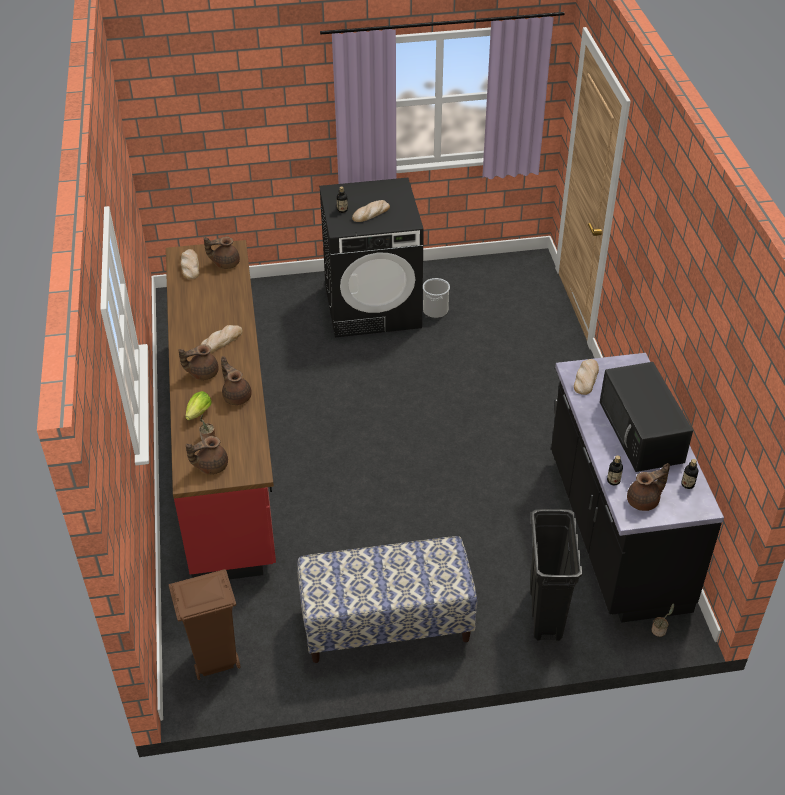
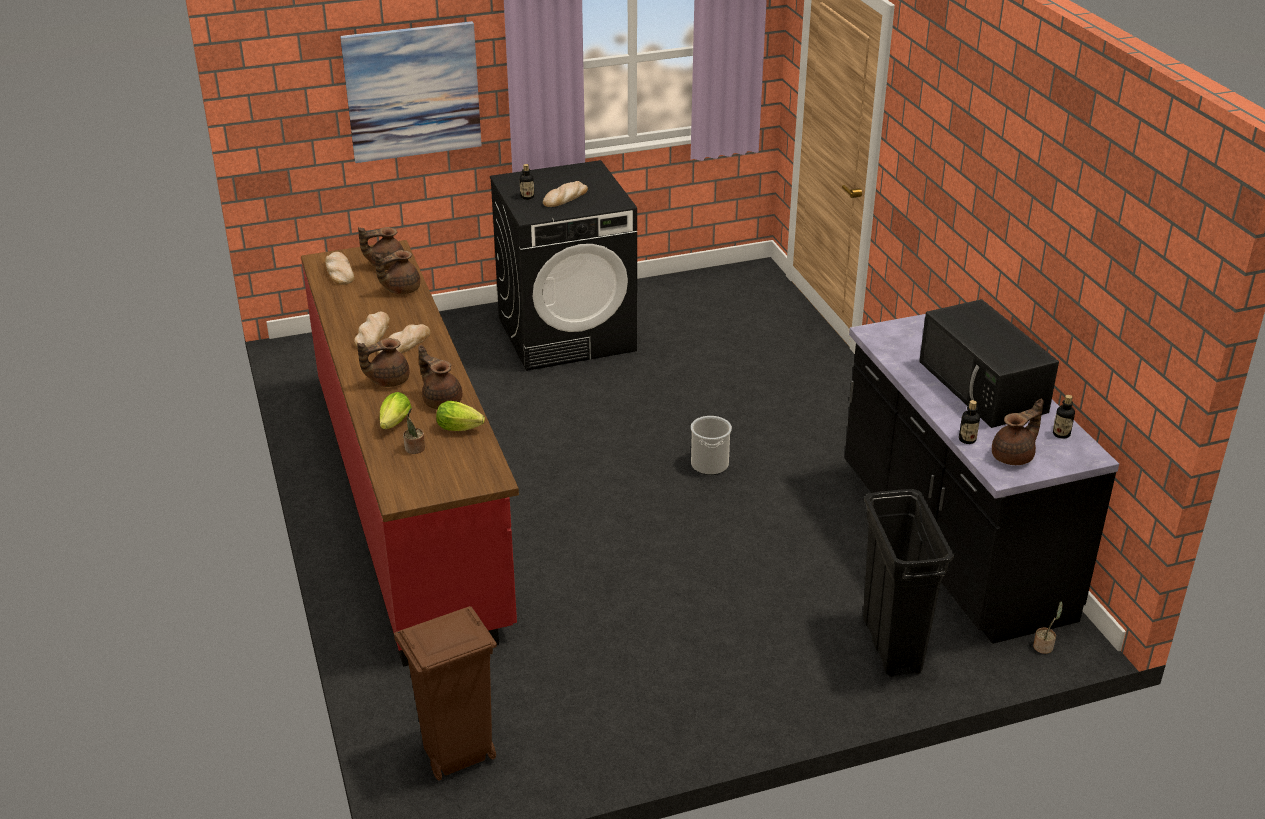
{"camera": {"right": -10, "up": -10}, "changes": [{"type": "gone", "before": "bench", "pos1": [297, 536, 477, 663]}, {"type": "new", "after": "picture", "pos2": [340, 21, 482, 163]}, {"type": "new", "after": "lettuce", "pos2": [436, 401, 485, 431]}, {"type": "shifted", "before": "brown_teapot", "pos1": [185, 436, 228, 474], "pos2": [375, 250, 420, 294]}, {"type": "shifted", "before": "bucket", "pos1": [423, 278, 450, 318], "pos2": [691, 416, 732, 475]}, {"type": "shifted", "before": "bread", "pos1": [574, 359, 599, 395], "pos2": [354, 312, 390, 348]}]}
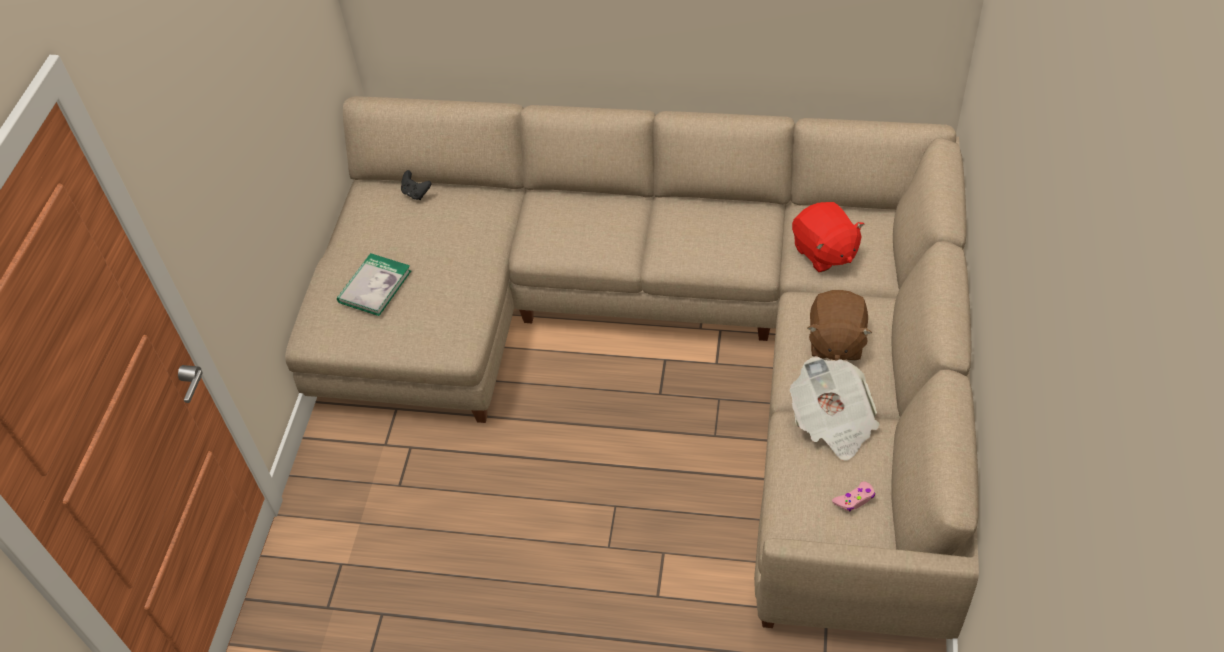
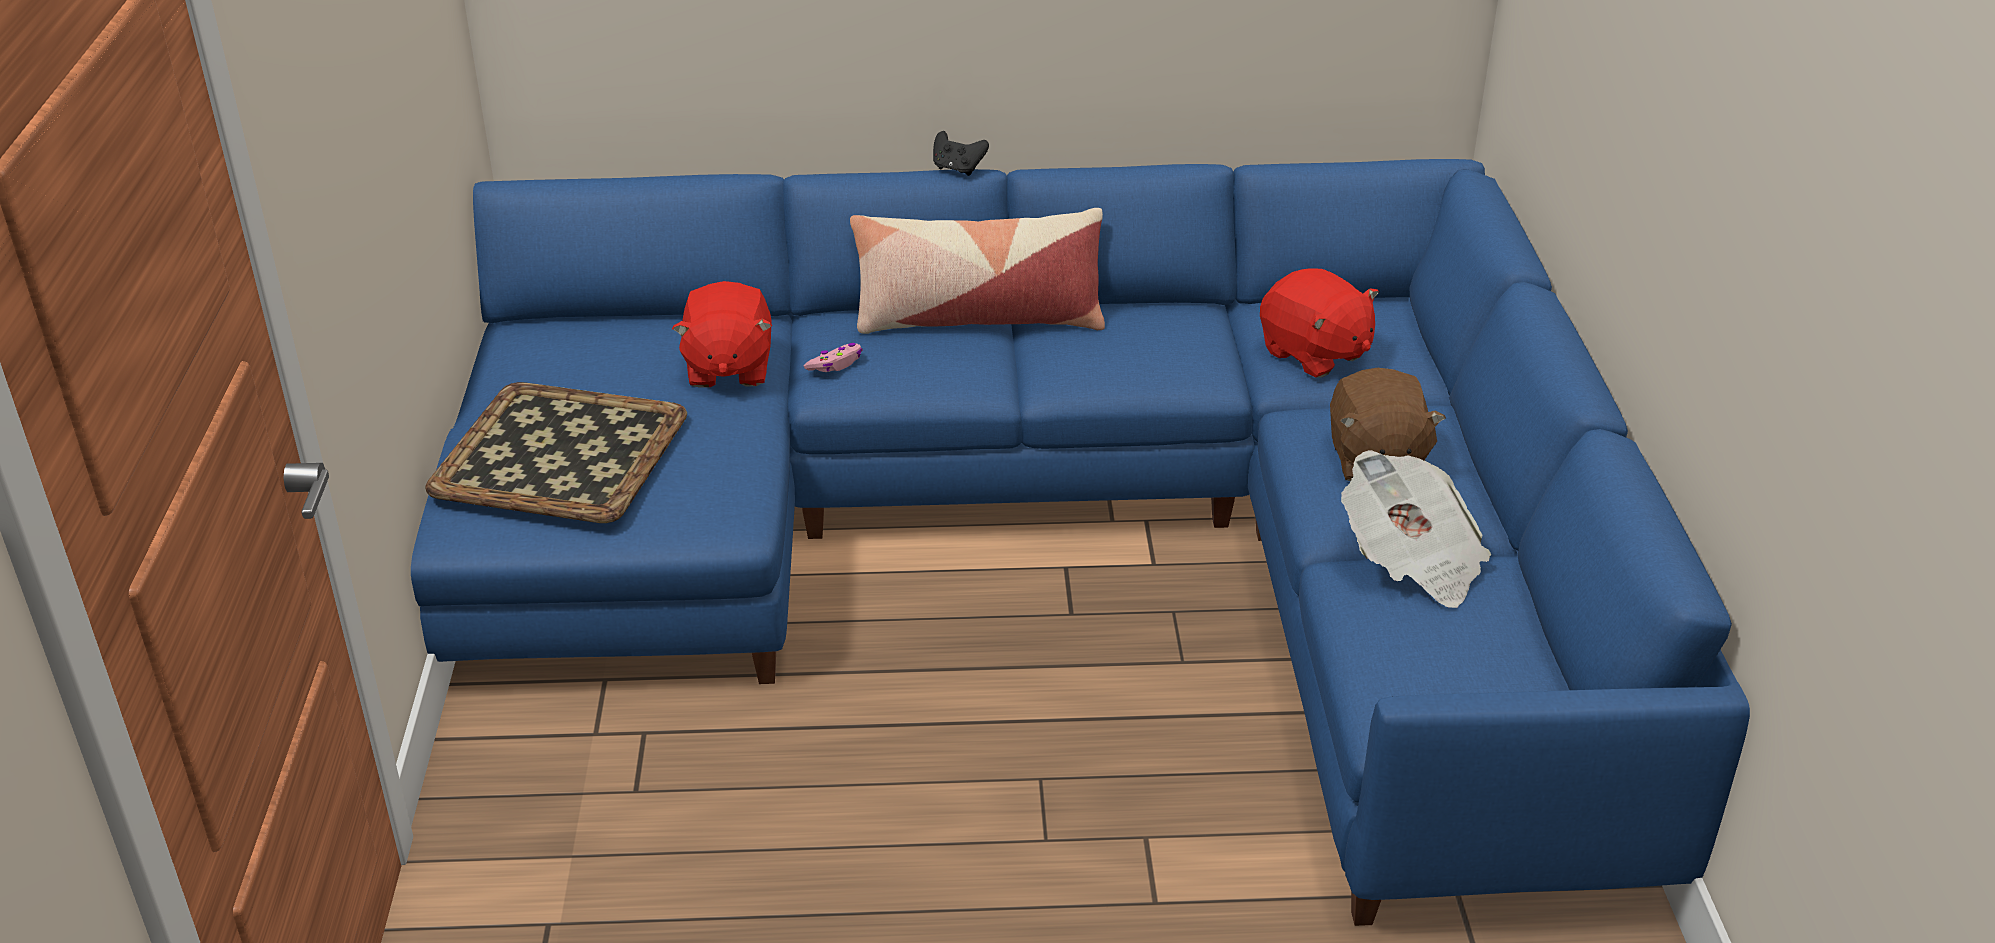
{"camera": {"right": -15, "up": -15}, "changes": [{"type": "new", "after": "red_plush_toy", "pos2": [672, 281, 773, 387]}, {"type": "new", "after": "pillow", "pos2": [850, 208, 1105, 334]}, {"type": "shifted", "before": "black_game_controller", "pos1": [401, 170, 431, 200], "pos2": [933, 131, 989, 176]}, {"type": "shifted", "before": "pink_game_controller", "pos1": [832, 481, 875, 512], "pos2": [804, 343, 863, 372]}, {"type": "swapped", "before": "book", "after": "tray", "pos1": [337, 253, 411, 316], "pos2": [425, 382, 687, 523]}, {"type": "repainted", "before": "beige_sofa", "after": "blue_sofa", "pos1": [285, 96, 979, 639], "pos2": [411, 159, 1750, 926]}]}
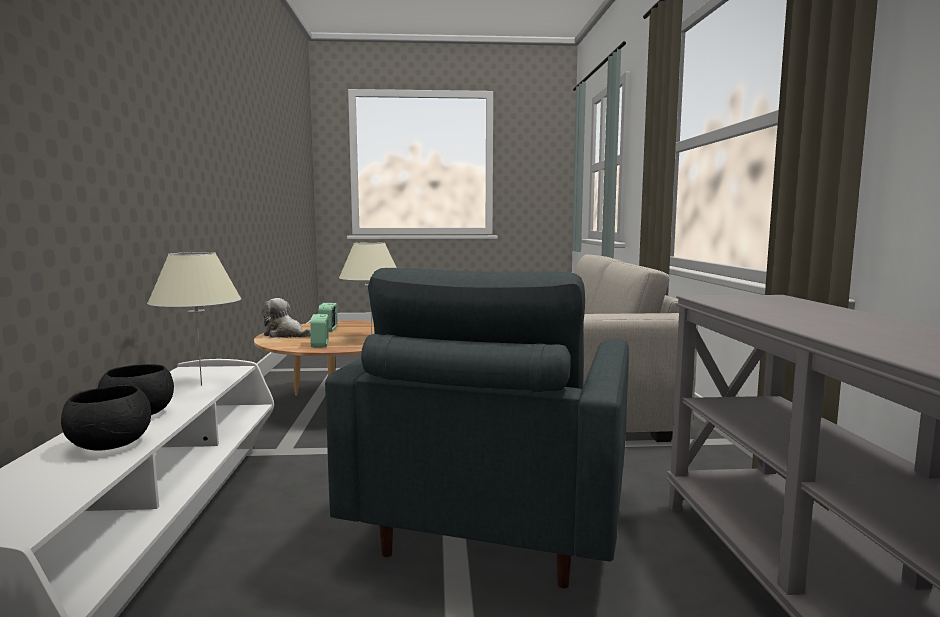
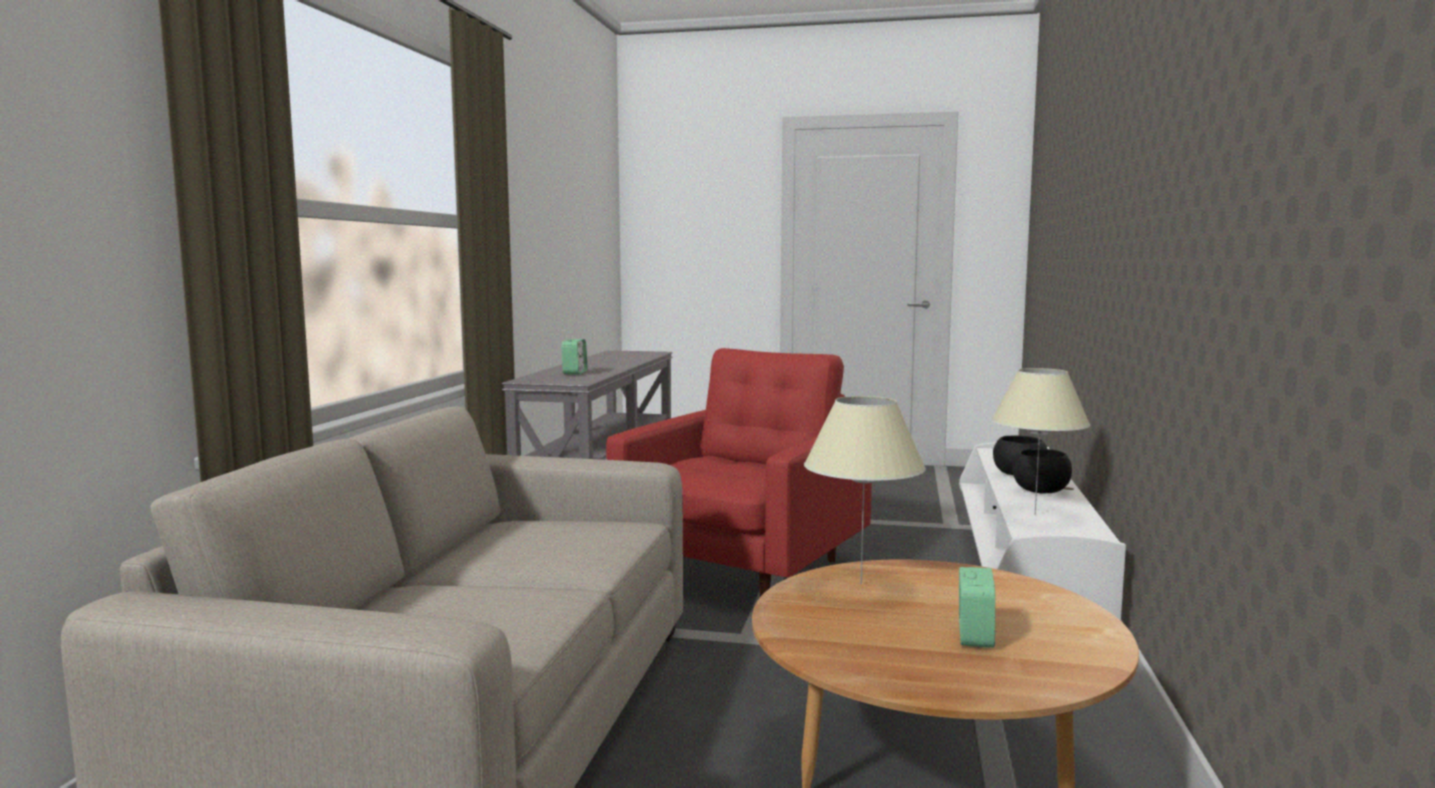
{"camera": {"right": -165, "up": 0}, "changes": [{"type": "gone", "before": "plush_toy", "pos1": [262, 298, 311, 338]}, {"type": "shifted", "before": "alarm_clock", "pos1": [311, 314, 328, 348], "pos2": [561, 339, 587, 375]}, {"type": "repainted", "before": "grey_armchair", "after": "red_armchair", "pos1": [325, 268, 629, 588], "pos2": [606, 348, 872, 597]}]}
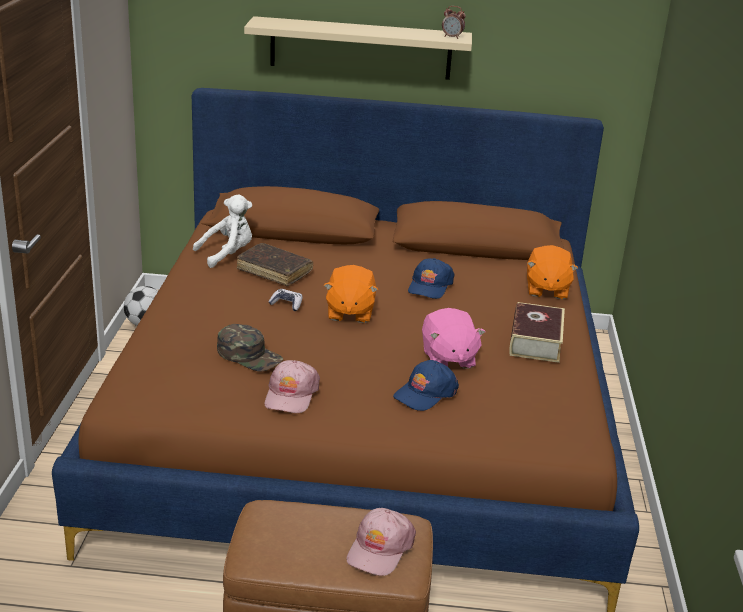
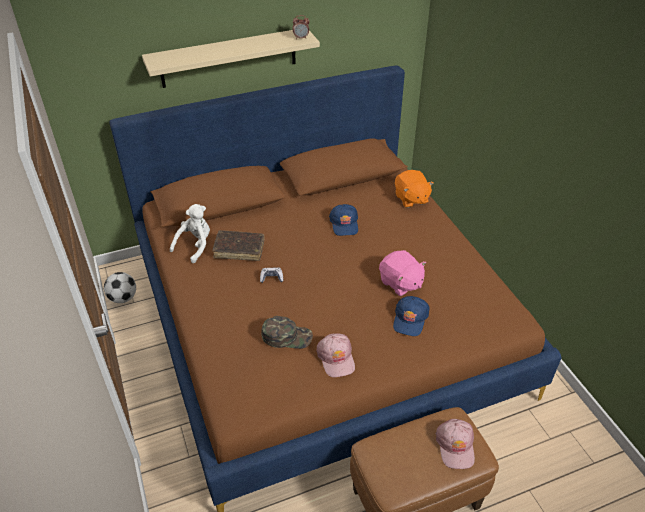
{"camera": {"right": -25, "up": 15}, "changes": [{"type": "gone", "before": "orange_plush_toy", "pos1": [324, 265, 378, 323]}, {"type": "gone", "before": "book", "pos1": [509, 302, 565, 363]}]}
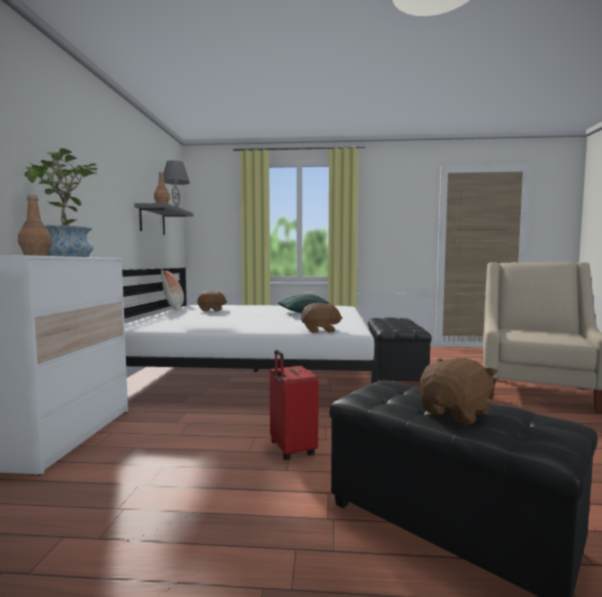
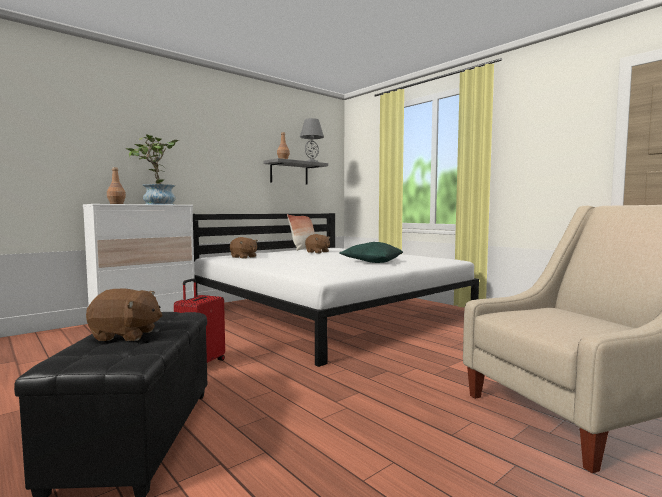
{"camera": {"right": 45, "up": 0}, "changes": [{"type": "gone", "before": "black_ottoman", "pos1": [368, 317, 432, 381]}, {"type": "shifted", "before": "brown_plush_toy", "pos1": [301, 303, 342, 333], "pos2": [230, 237, 258, 259]}]}
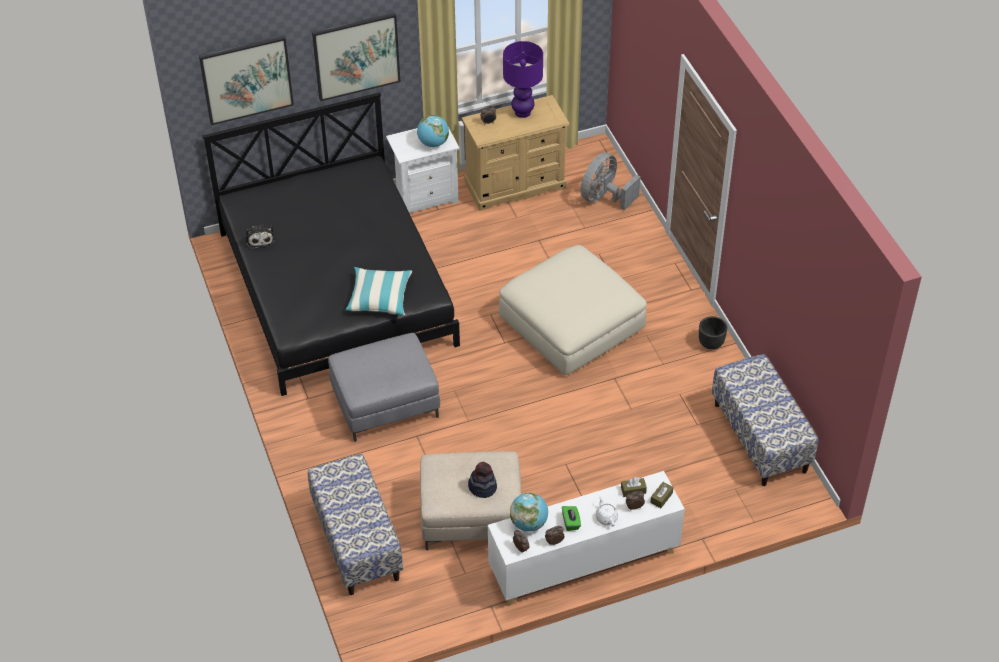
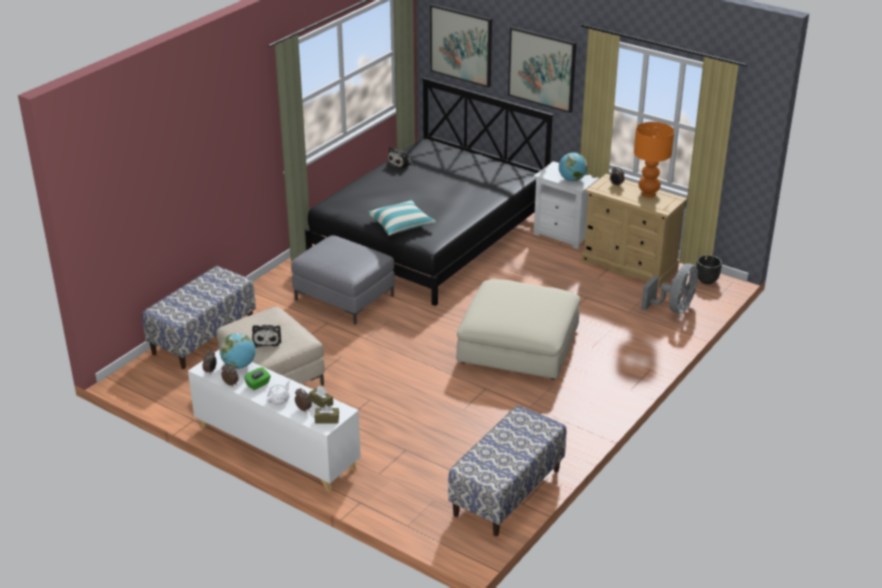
{"camera": {"right": 55, "up": -15}, "changes": [{"type": "shifted", "before": "black_planter", "pos1": [699, 316, 727, 350], "pos2": [696, 255, 722, 284]}, {"type": "swapped", "before": "hat", "after": "plush_toy", "pos1": [468, 462, 497, 498], "pos2": [252, 325, 281, 348]}, {"type": "repainted", "before": "purple_table_lamp", "after": "orange_table_lamp", "pos1": [503, 41, 543, 118], "pos2": [634, 122, 674, 197]}, {"type": "rotated", "before": "grey_fan", "pos1": [580, 152, 641, 210], "pos2": [641, 263, 698, 314], "turn": 120}]}
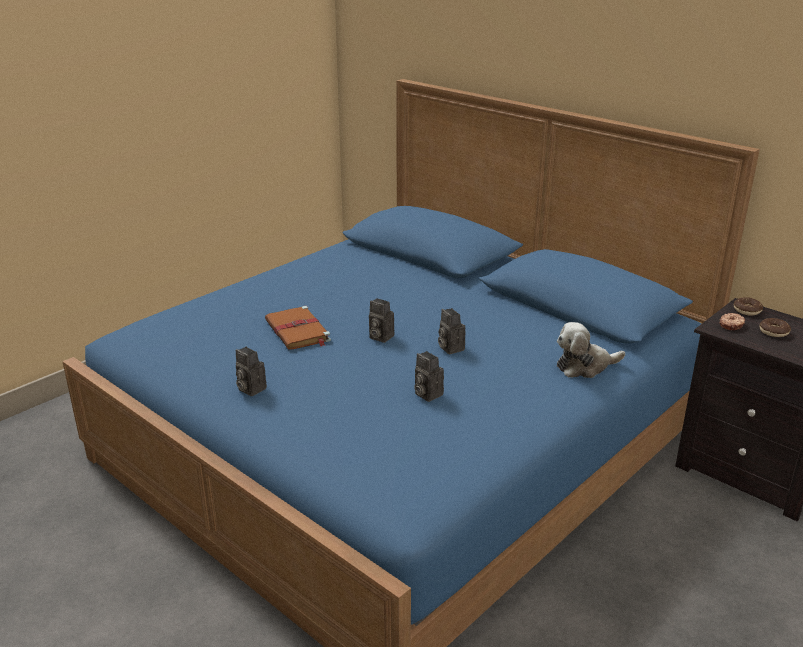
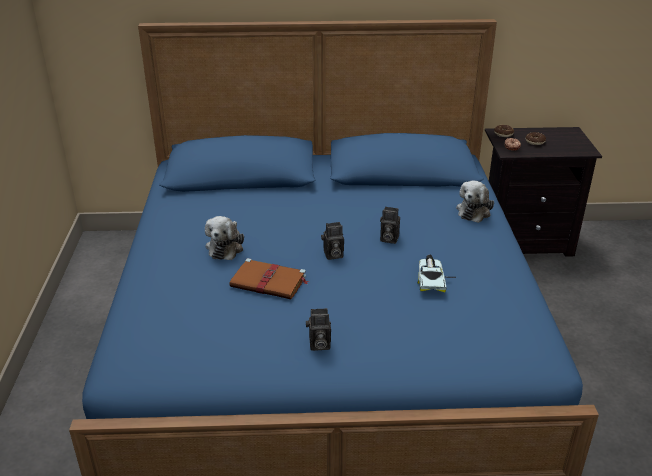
{"camera": {"right": -45, "up": 5}, "changes": [{"type": "new", "after": "plush_toy", "pos2": [205, 216, 244, 260]}, {"type": "swapped", "before": "photo_camera", "after": "toy_car", "pos1": [414, 351, 444, 402], "pos2": [417, 255, 456, 292]}]}
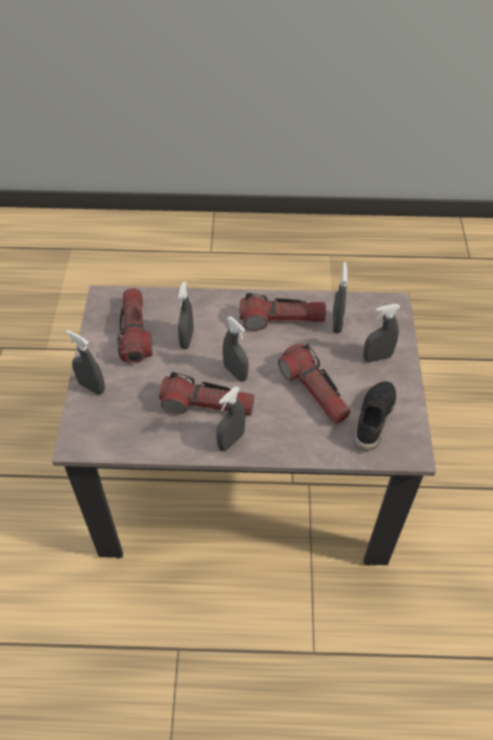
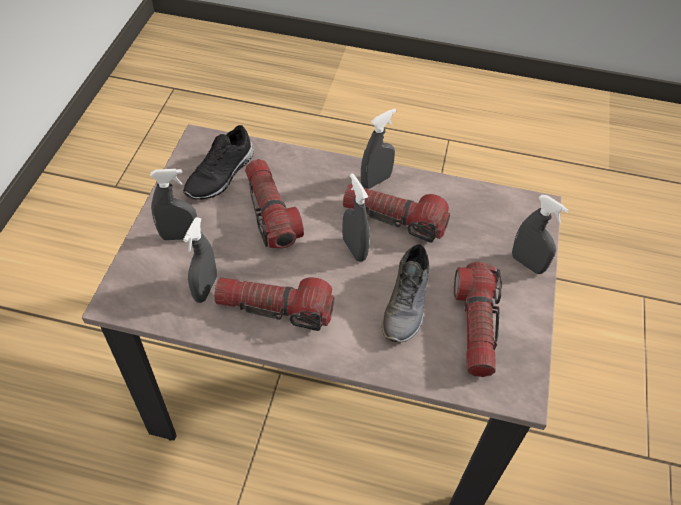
{"camera": {"right": -170, "up": 0}, "changes": [{"type": "swapped", "before": "grey_spray_bottle", "after": "grey_shoe", "pos1": [178, 282, 194, 349], "pos2": [382, 244, 429, 343]}]}
